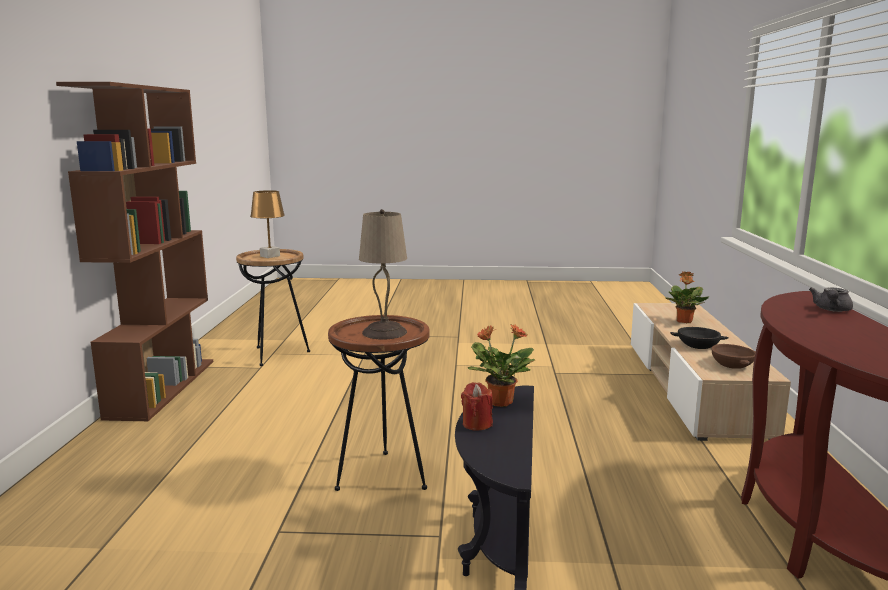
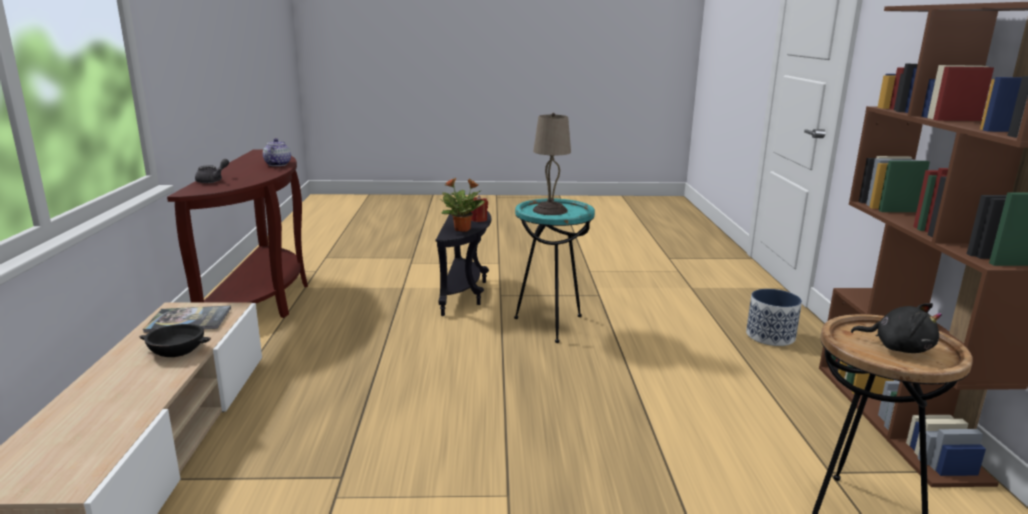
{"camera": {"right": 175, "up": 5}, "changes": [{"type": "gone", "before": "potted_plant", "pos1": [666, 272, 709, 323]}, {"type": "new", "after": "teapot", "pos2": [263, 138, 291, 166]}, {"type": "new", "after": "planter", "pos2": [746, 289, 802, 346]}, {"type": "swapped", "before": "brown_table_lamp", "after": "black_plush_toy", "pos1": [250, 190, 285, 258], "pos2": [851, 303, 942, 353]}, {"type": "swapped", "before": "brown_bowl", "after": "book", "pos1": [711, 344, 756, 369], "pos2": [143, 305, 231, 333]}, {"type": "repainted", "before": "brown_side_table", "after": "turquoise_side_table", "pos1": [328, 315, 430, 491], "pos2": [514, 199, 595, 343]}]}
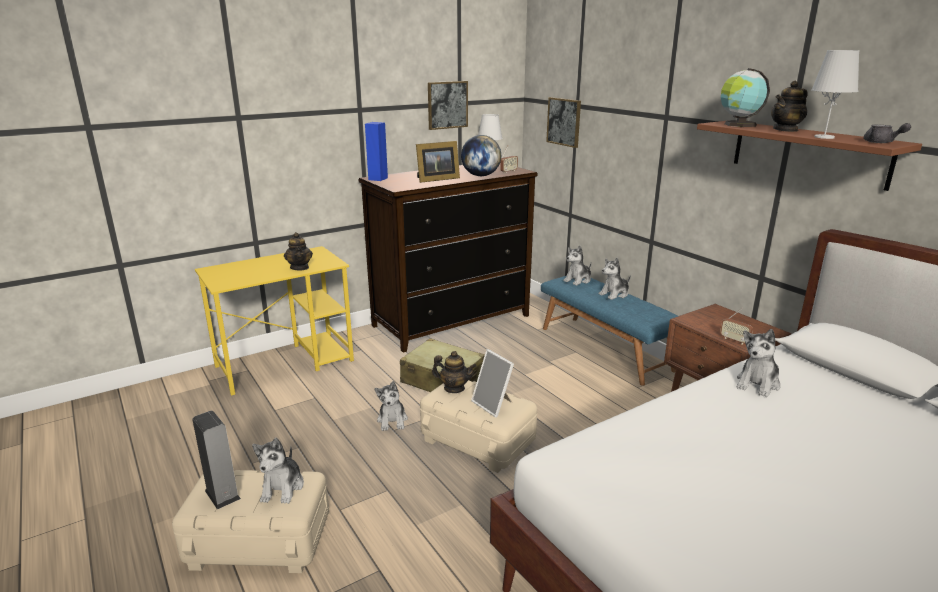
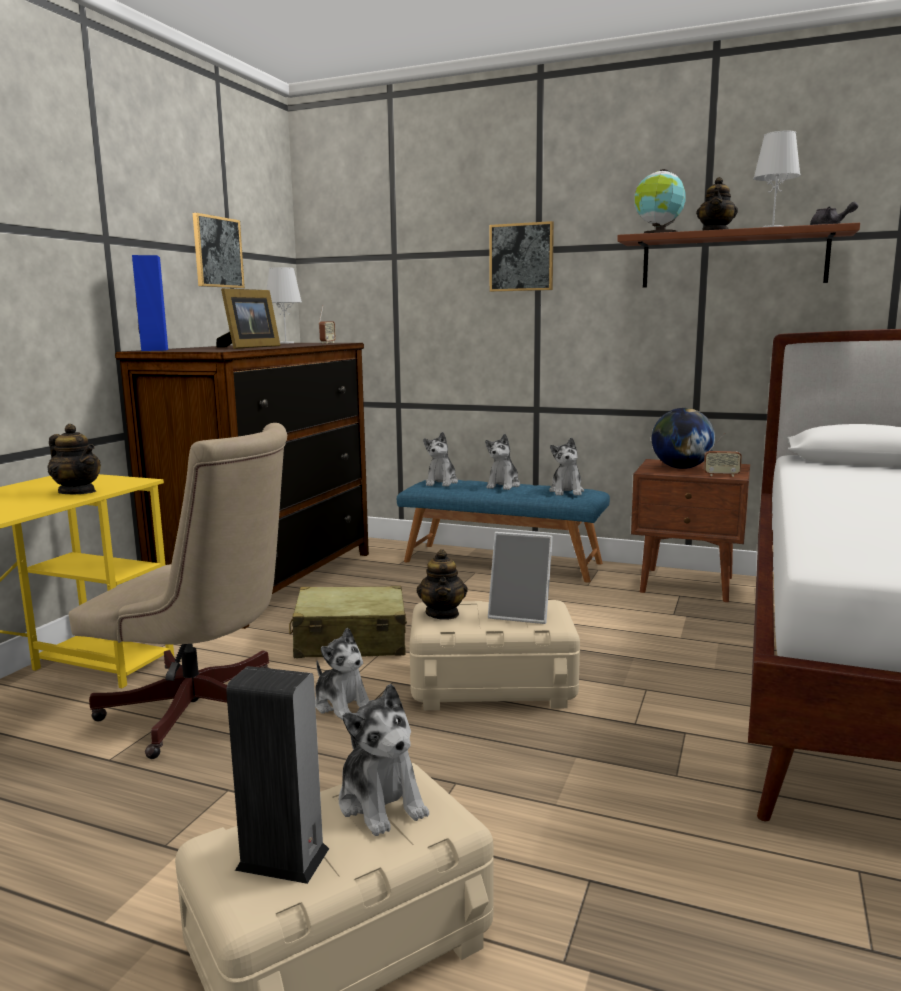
{"camera": {"right": -35, "up": -10}, "changes": [{"type": "new", "after": "beige_office_chair", "pos2": [69, 423, 287, 759]}, {"type": "shifted", "before": "globe", "pos1": [461, 135, 501, 176], "pos2": [652, 408, 715, 469]}, {"type": "shifted", "before": "picture", "pos1": [546, 97, 581, 148], "pos2": [490, 221, 554, 292]}, {"type": "shifted", "before": "plush_toy", "pos1": [737, 329, 780, 397], "pos2": [549, 437, 584, 495]}, {"type": "rotated", "before": "teapot", "pos1": [432, 351, 476, 393], "pos2": [417, 549, 468, 620], "turn": 105}]}
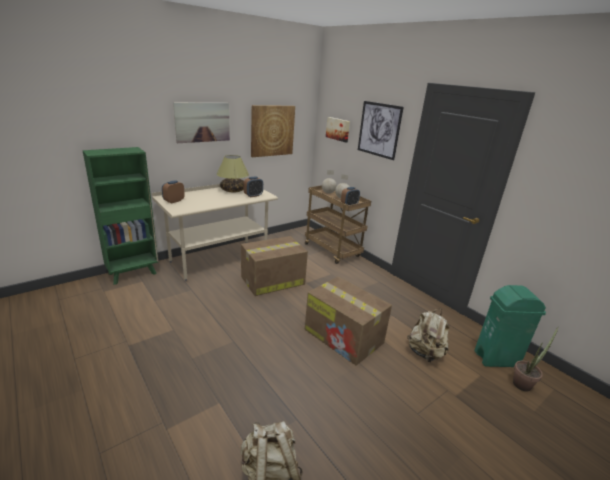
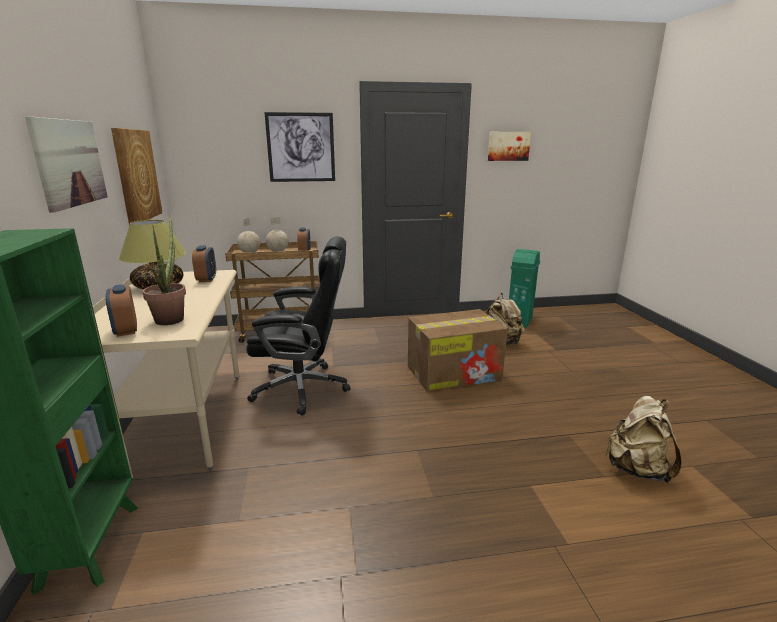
{"camera": {"right": -60, "up": -5}, "changes": [{"type": "shifted", "before": "picture", "pos1": [326, 117, 350, 143], "pos2": [488, 132, 531, 161]}, {"type": "shifted", "before": "potted_plant", "pos1": [513, 326, 559, 392], "pos2": [142, 213, 186, 325]}, {"type": "swapped", "before": "cardboard_box", "after": "black_office_chair", "pos1": [241, 236, 308, 296], "pos2": [246, 236, 351, 416]}]}
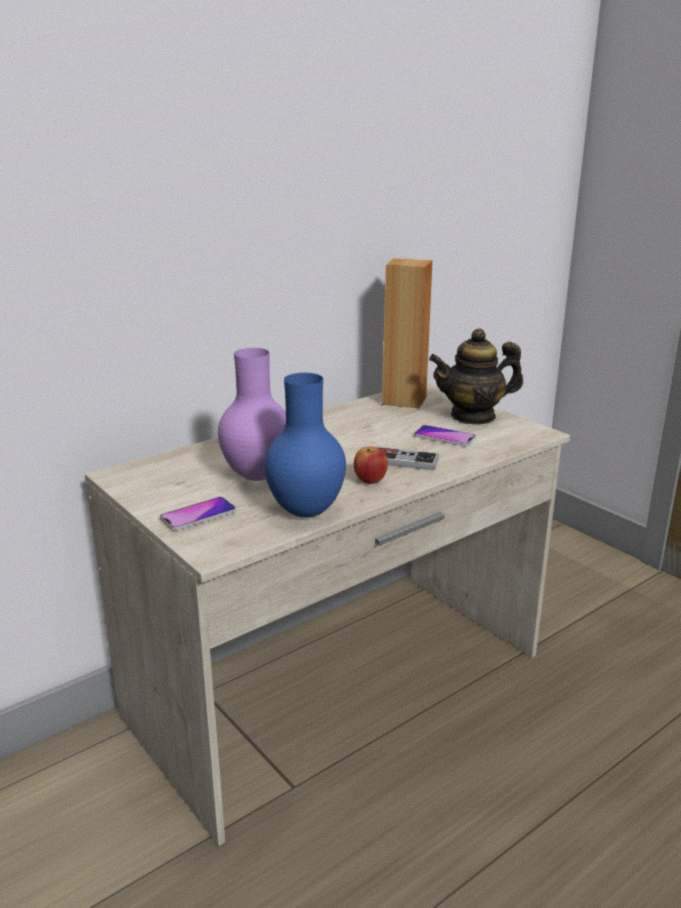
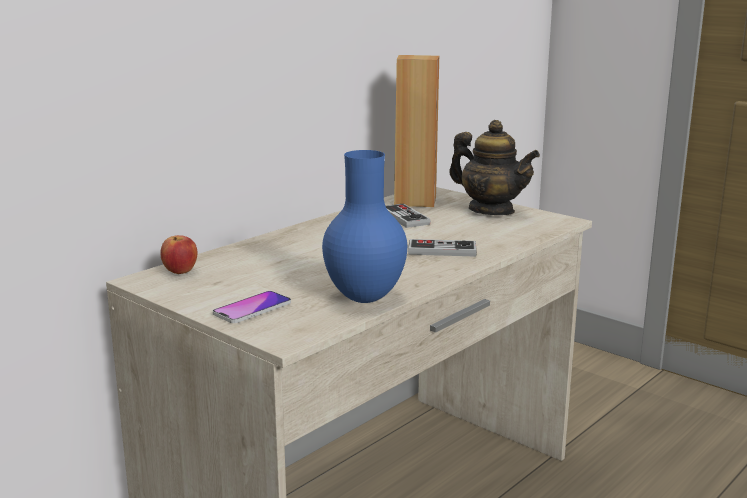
{"camera": {"right": -10, "up": -5}, "changes": [{"type": "gone", "before": "purple_vase", "pos1": [218, 348, 286, 481]}, {"type": "gone", "before": "phone", "pos1": [414, 425, 476, 446]}, {"type": "new", "after": "game_controller", "pos2": [386, 204, 431, 228]}, {"type": "shifted", "before": "apple", "pos1": [354, 446, 388, 484], "pos2": [161, 235, 197, 274]}, {"type": "rotated", "before": "teapot", "pos1": [429, 328, 523, 425], "pos2": [449, 120, 540, 215], "turn": -120}]}
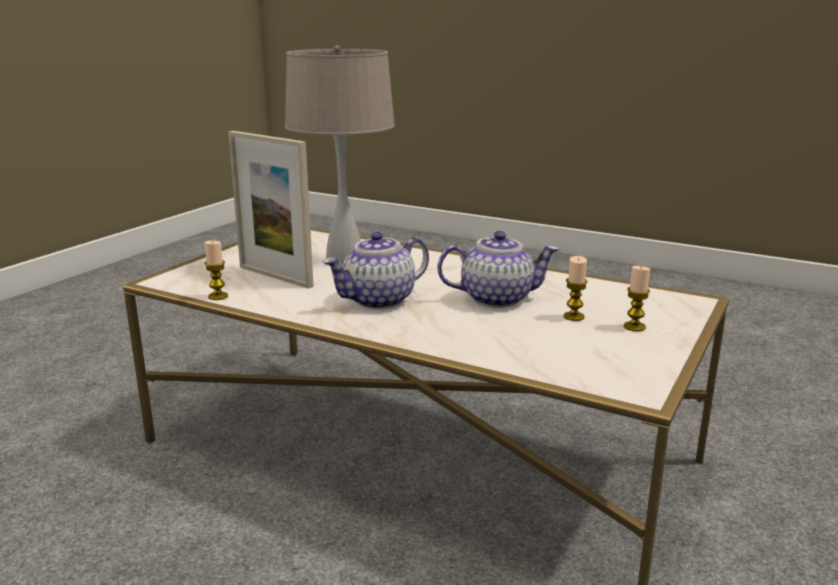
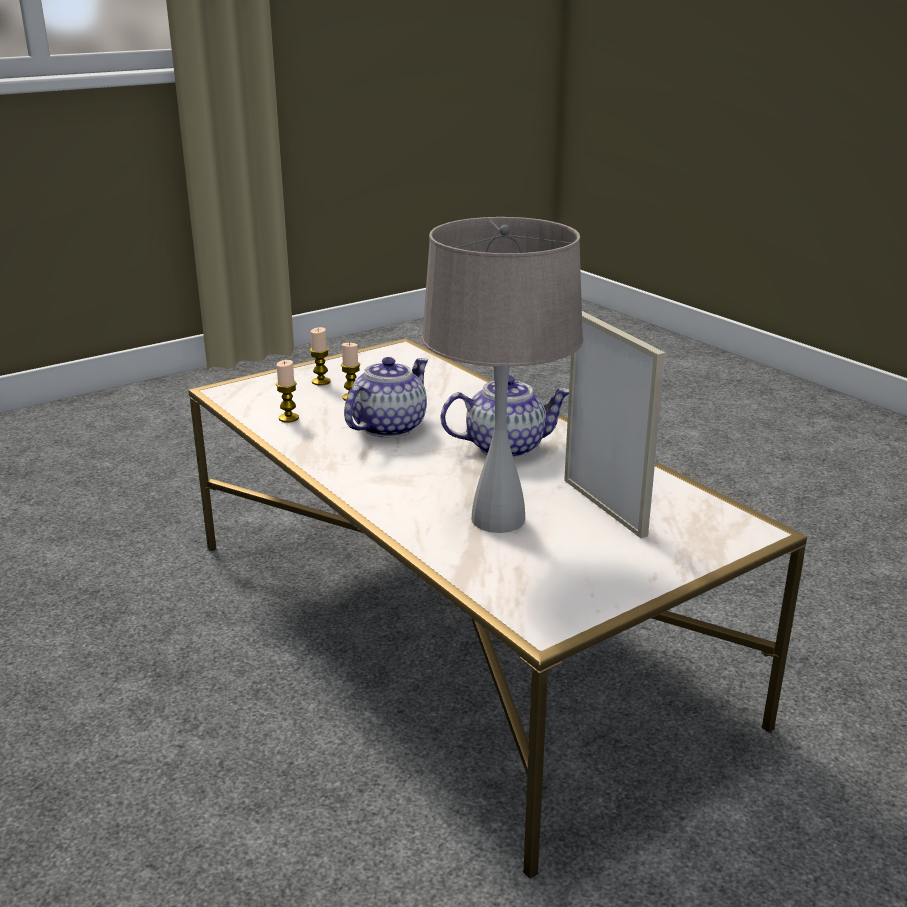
{"camera": {"right": -155, "up": 5}, "changes": [{"type": "shifted", "before": "candle", "pos1": [204, 240, 228, 300], "pos2": [276, 360, 299, 423]}, {"type": "rotated", "before": "teapot", "pos1": [437, 231, 559, 308], "pos2": [344, 357, 429, 438], "turn": 105}]}
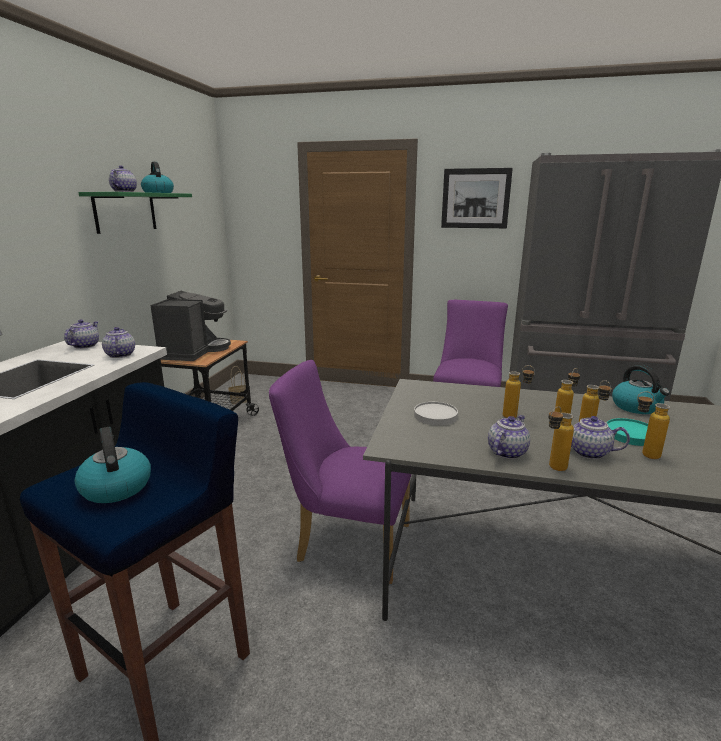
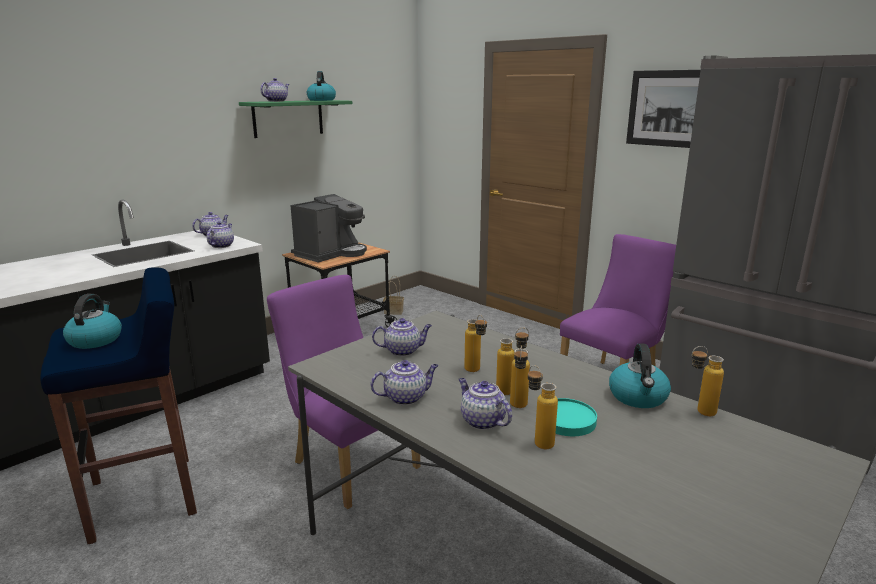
{"camera": {"right": 30, "up": 0}, "changes": [{"type": "shifted", "before": "bottle", "pos1": [548, 406, 574, 471], "pos2": [692, 346, 724, 416]}, {"type": "swapped", "before": "white_plate", "after": "teapot", "pos1": [414, 402, 458, 426], "pos2": [372, 318, 432, 356]}]}
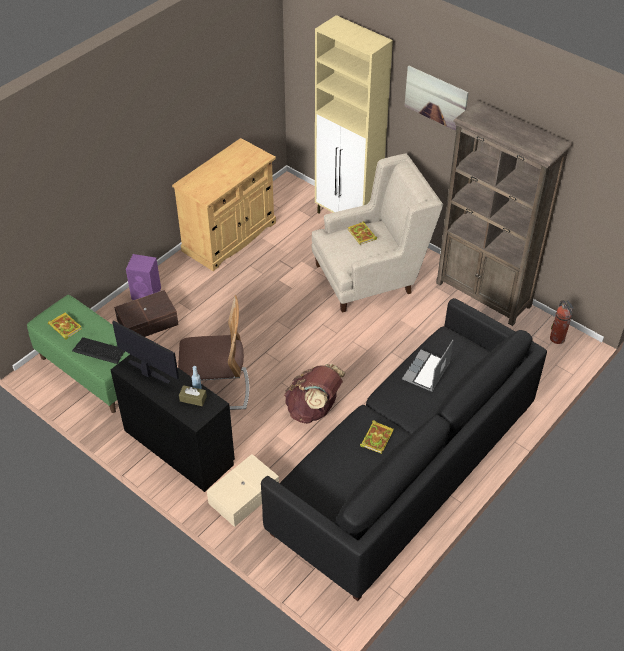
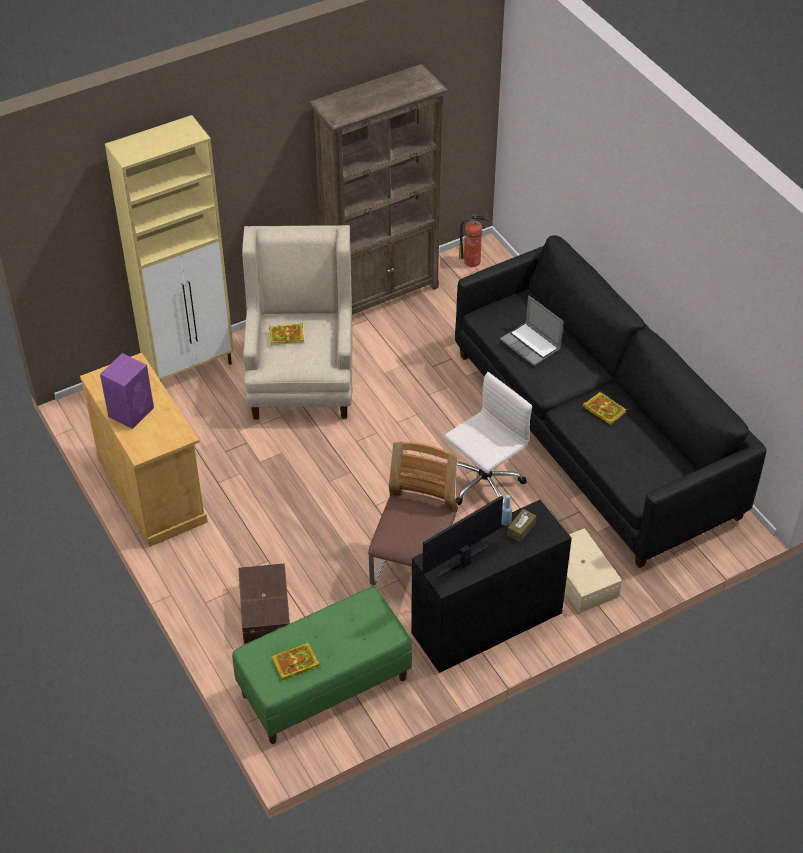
{"camera": {"right": -70, "up": 0}, "changes": [{"type": "gone", "before": "keyboard", "pos1": [72, 337, 125, 364]}, {"type": "gone", "before": "picture", "pos1": [405, 66, 469, 131]}, {"type": "shifted", "before": "purple_speaker", "pos1": [126, 254, 161, 300], "pos2": [100, 353, 154, 429]}, {"type": "swapped", "before": "brown_backpack", "after": "white_office_chair", "pos1": [284, 364, 346, 424], "pos2": [444, 372, 532, 505]}]}
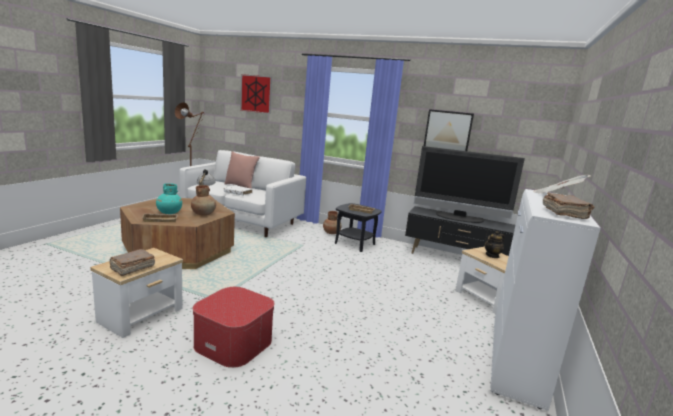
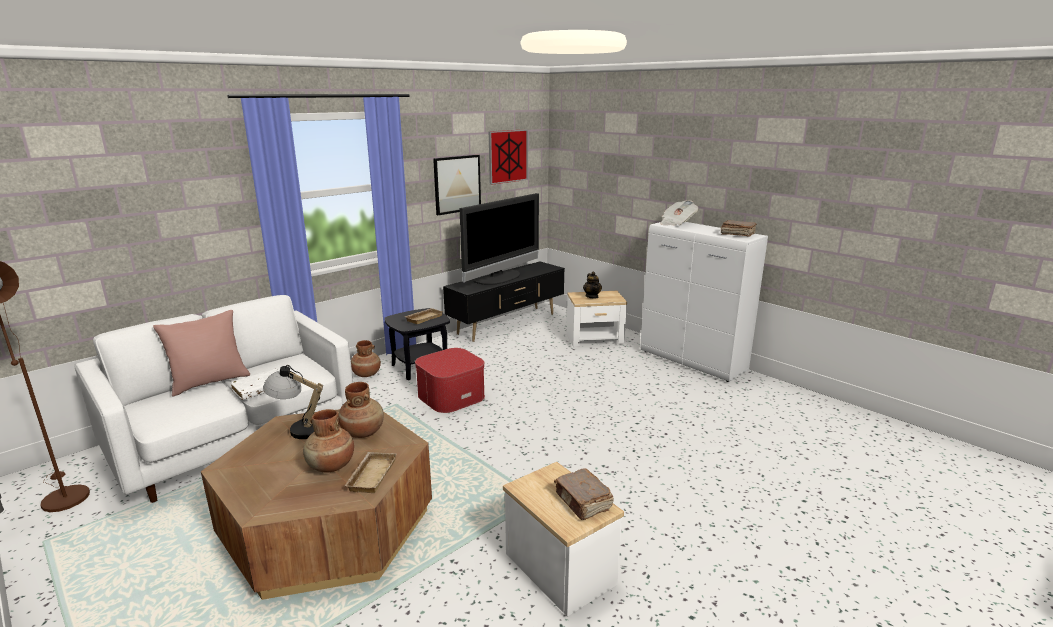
{"camera": {"right": -65, "up": 5}, "changes": [{"type": "shifted", "before": "ottoman", "pos1": [193, 287, 275, 368], "pos2": [415, 348, 485, 413]}, {"type": "shifted", "before": "picture", "pos1": [240, 74, 272, 114], "pos2": [489, 129, 528, 185]}, {"type": "repainted", "before": "turquoise_vase", "after": "brown_vase", "pos1": [156, 183, 182, 214], "pos2": [303, 409, 354, 473]}]}
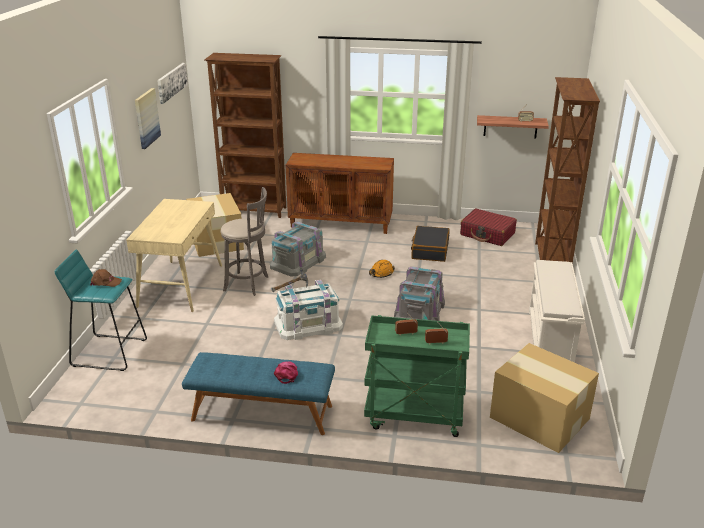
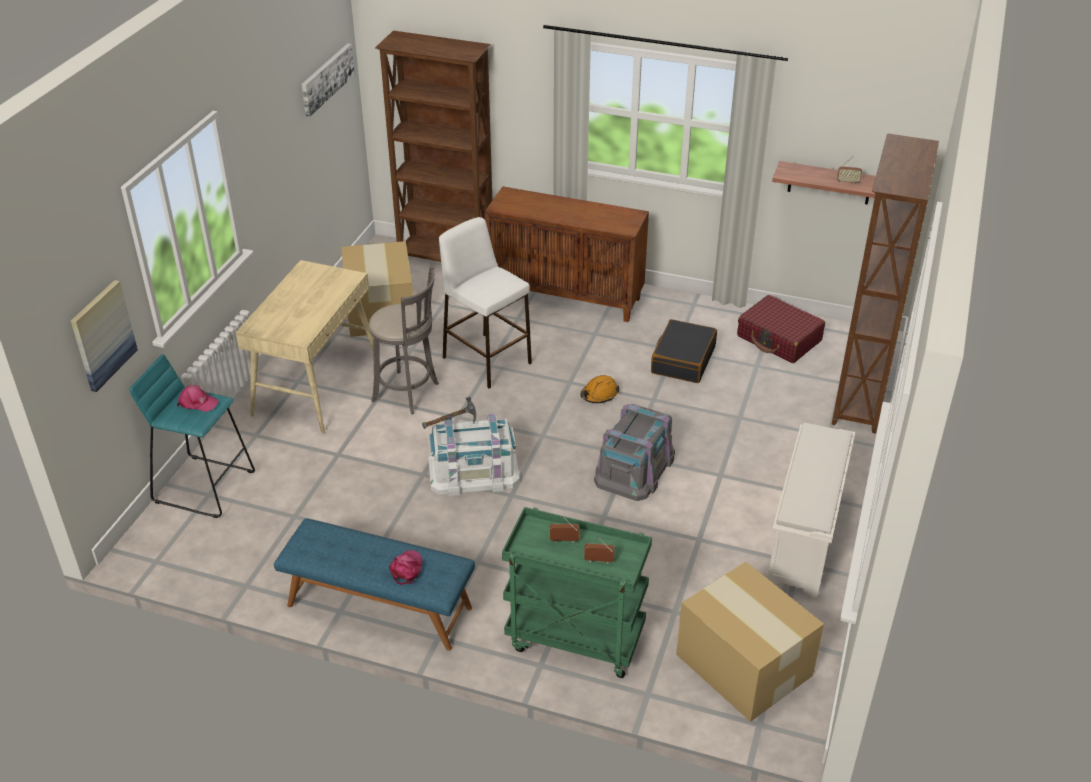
{"camera": {"right": 10, "up": 10}, "changes": [{"type": "shifted", "before": "picture", "pos1": [135, 88, 161, 149], "pos2": [71, 280, 138, 392]}, {"type": "swapped", "before": "grey_storage_box", "after": "white_stool", "pos1": [270, 221, 326, 277], "pos2": [439, 217, 532, 389]}, {"type": "repainted", "before": "brown_cap", "after": "pink_cap", "pos1": [90, 269, 122, 287], "pos2": [177, 385, 219, 412]}]}
